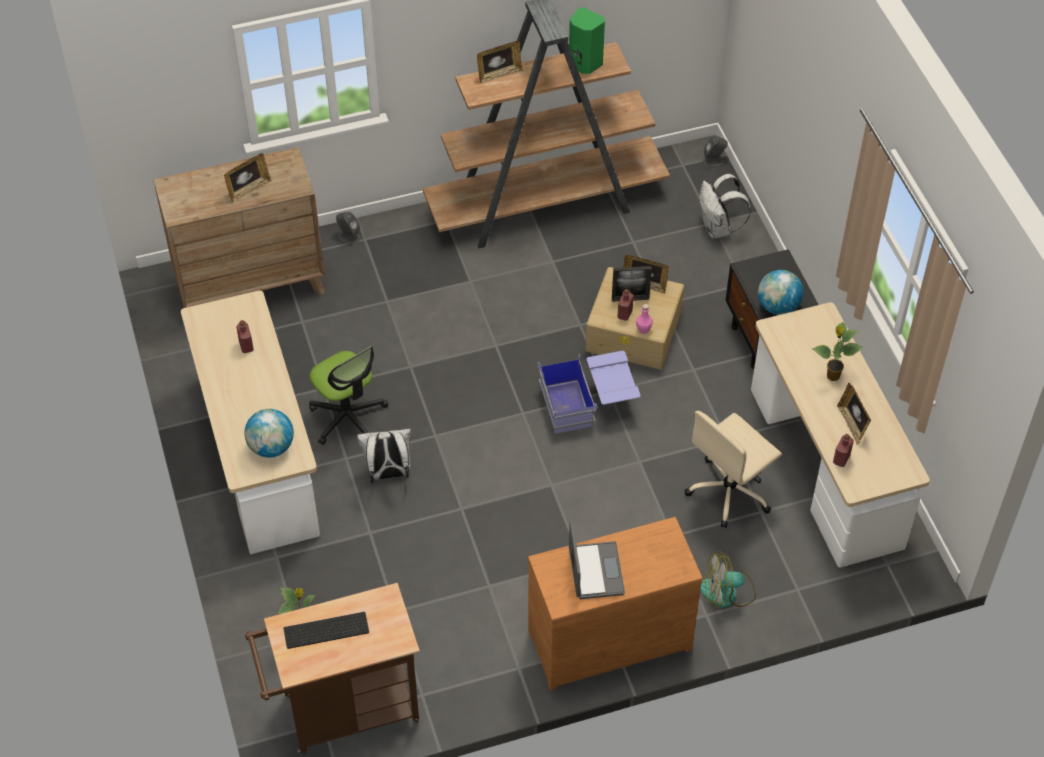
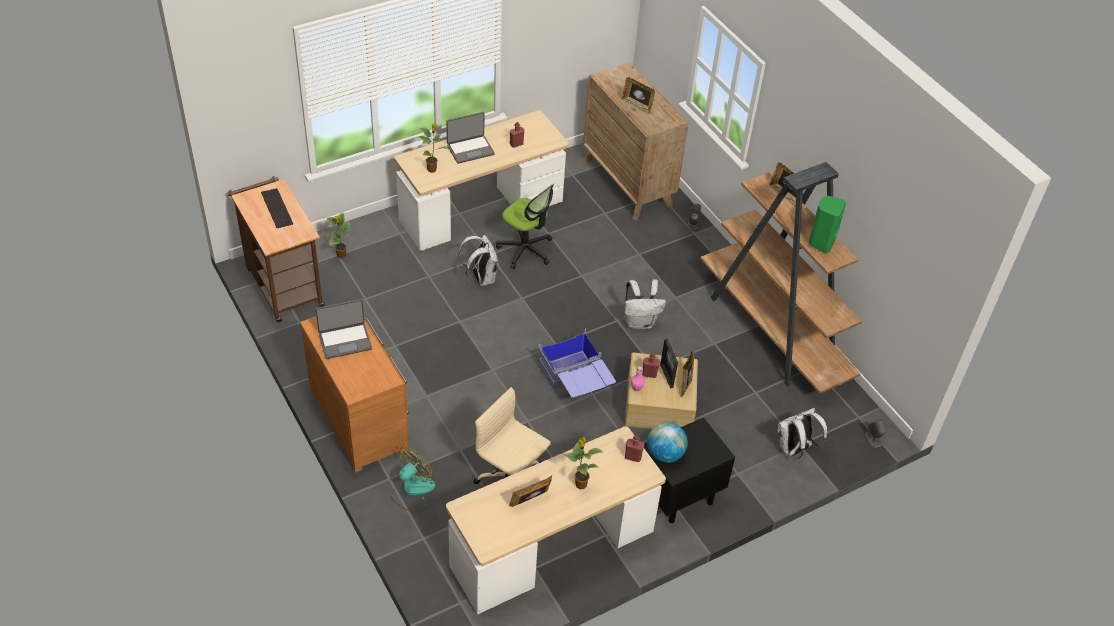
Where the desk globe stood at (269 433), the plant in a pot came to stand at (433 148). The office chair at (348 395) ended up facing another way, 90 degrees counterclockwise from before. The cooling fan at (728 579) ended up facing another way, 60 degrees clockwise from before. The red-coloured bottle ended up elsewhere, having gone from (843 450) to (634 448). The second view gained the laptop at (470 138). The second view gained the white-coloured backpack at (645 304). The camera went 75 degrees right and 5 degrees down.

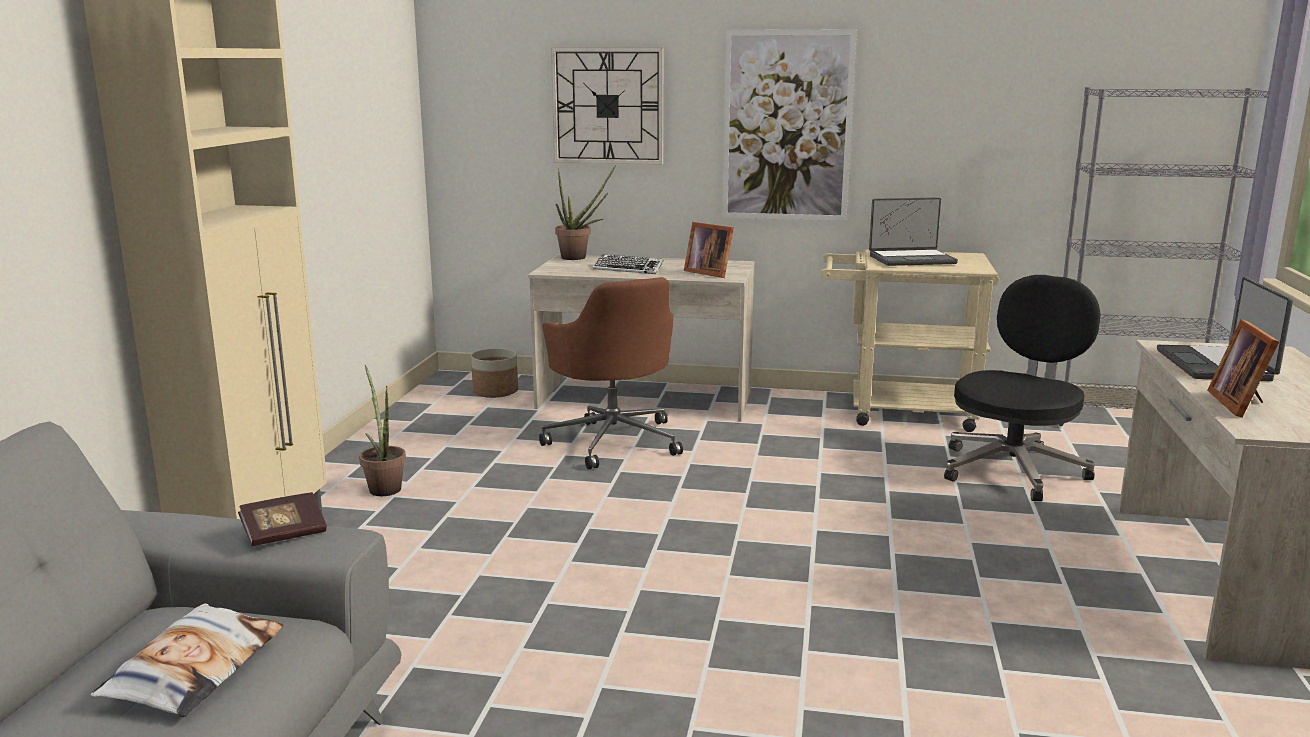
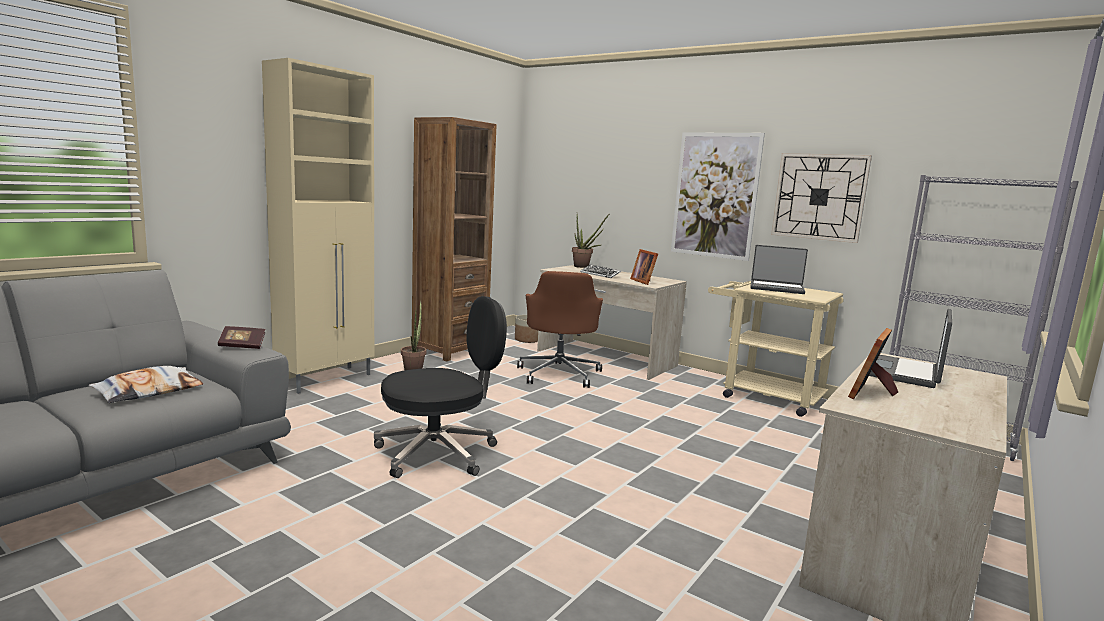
The hanging clock ended up elsewhere, having gone from (607 106) to (821 198). The black-coloured office chair ended up elsewhere, having gone from (1022 388) to (440 387). The second view gained the brown-coloured bookcase at (454 239). The camera went 25 degrees right and 5 degrees down.

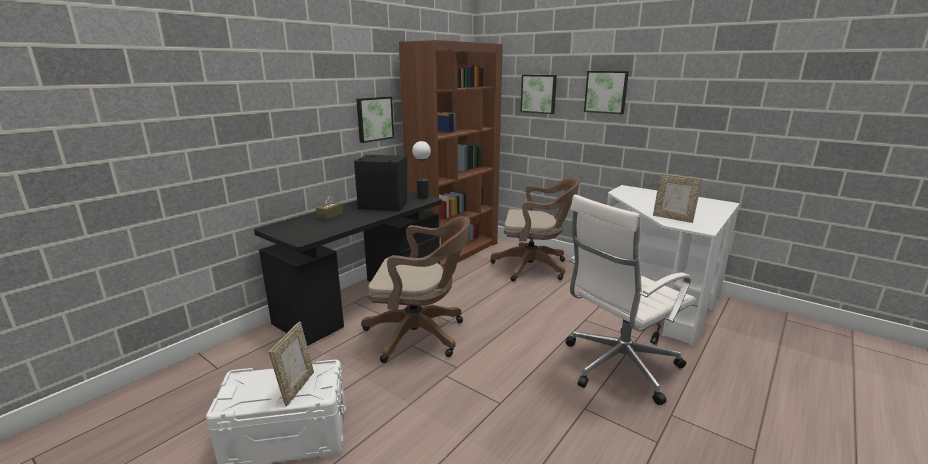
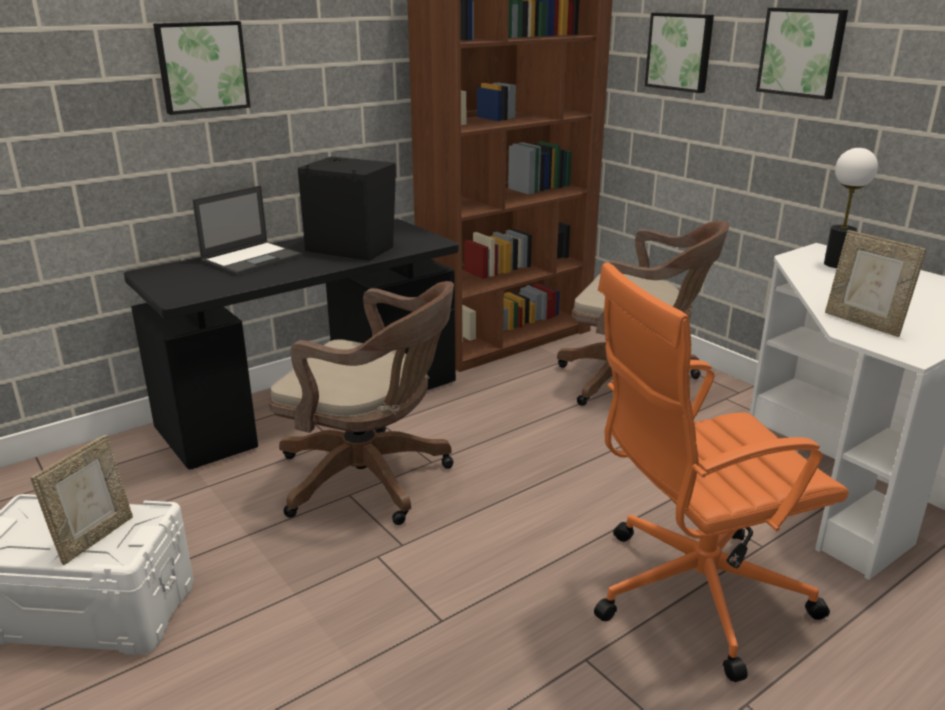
Where the brown-coloured tissue box stood at (329 208), the laptop came to stand at (247 230). The picture ended up elsewhere, having gone from (375 120) to (202 68). The table lamp ended up elsewhere, having gone from (421 170) to (851 208). What was the white-coloured office chair at (630 300) turned into the orangey office chair at (721 472). The camera went 15 degrees right and 5 degrees up.

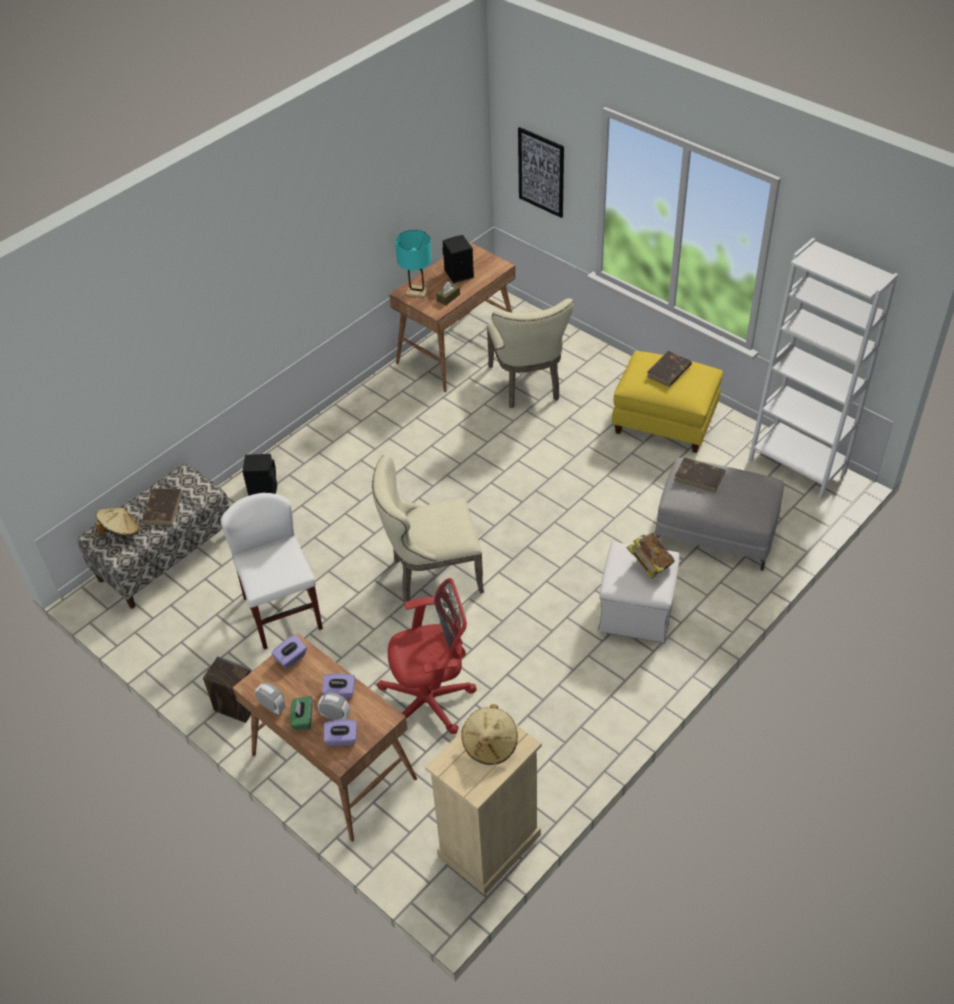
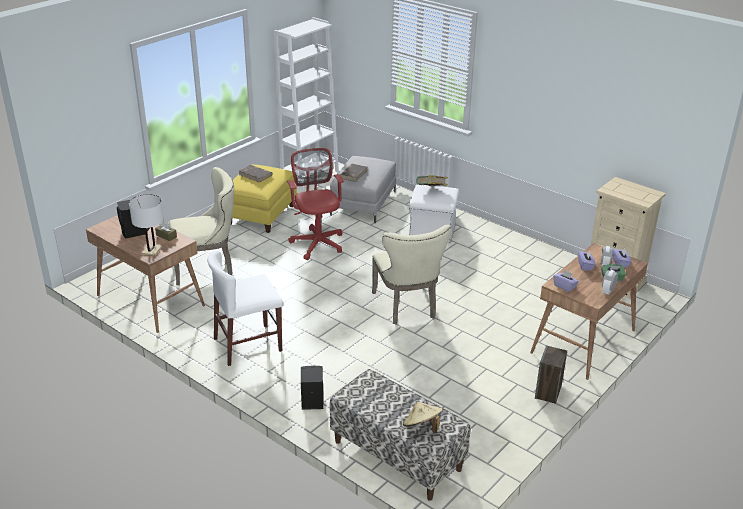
The second view lost the brown-coloured bound book at (161 506). The white-coloured upright chair ended up elsewhere, having gone from (272 571) to (245 308). The red-coloured office chair ended up elsewhere, having gone from (427 656) to (315 204). What was the turquoise-coloured table lamp at (413 264) turned into the white-coloured table lamp at (146 225). The second view lost the sand-coloured wearable hat at (489 734). The second view lost the picture at (541 172). The camera went 95 degrees left and 15 degrees down.

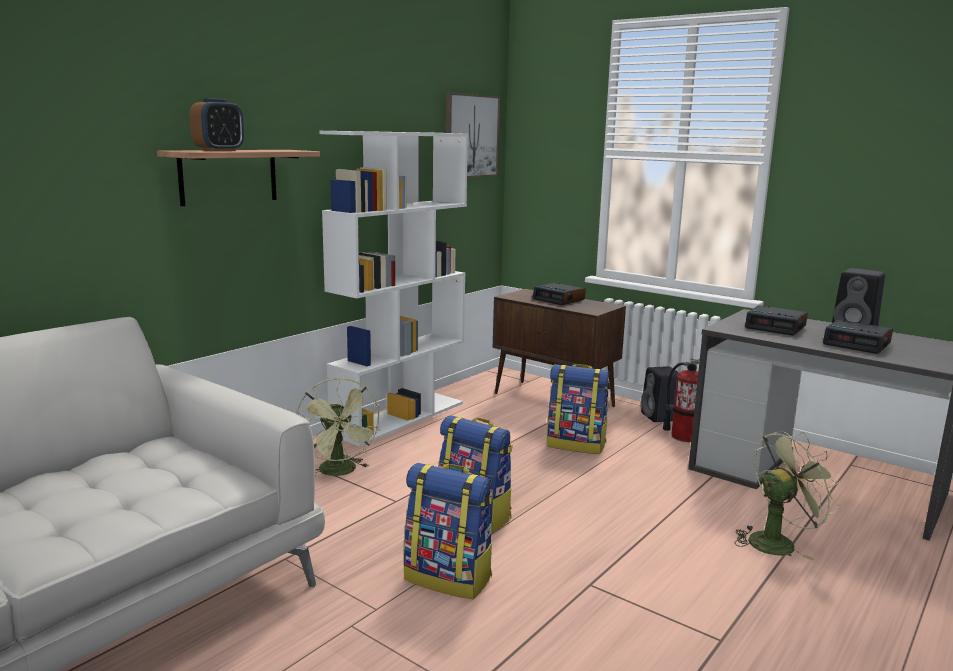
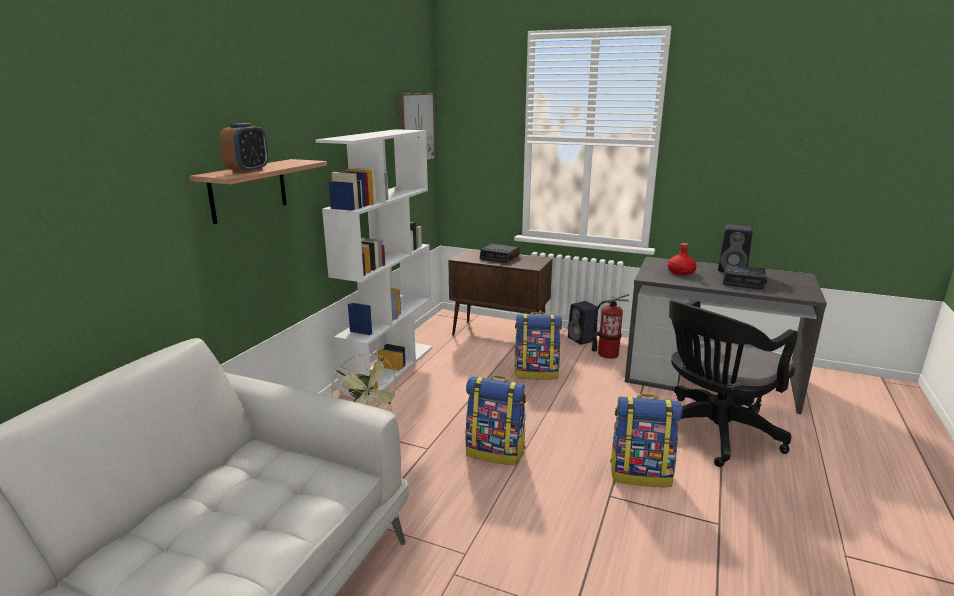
The backpack ended up elsewhere, having gone from (448 531) to (646 440). Where the green cooling fan stood at (787 496), the black-coloured office chair came to stand at (733 383). Where the table clock stood at (776 320), the red-coloured bottle came to stand at (682 259). The camera went 15 degrees left and 5 degrees up.

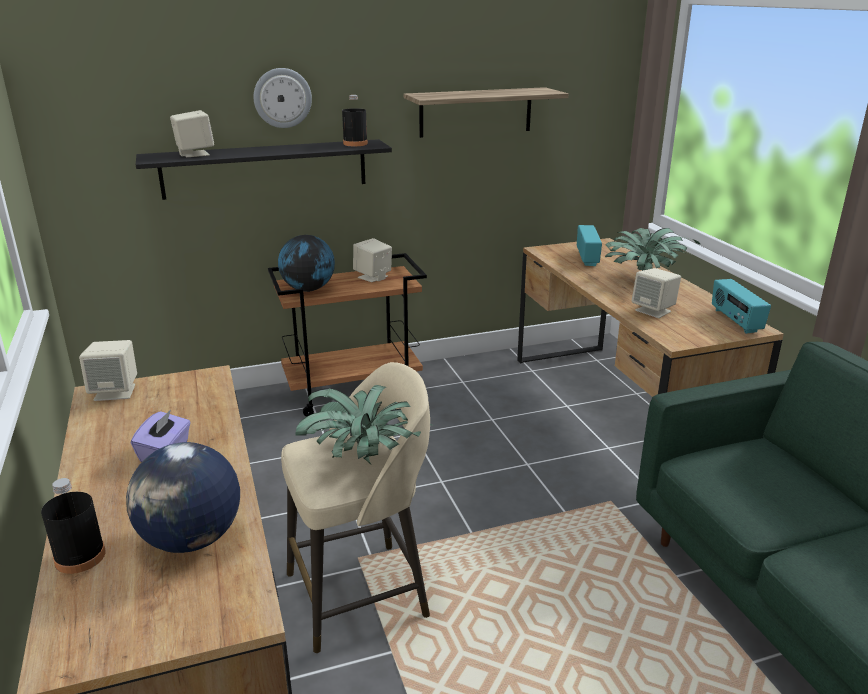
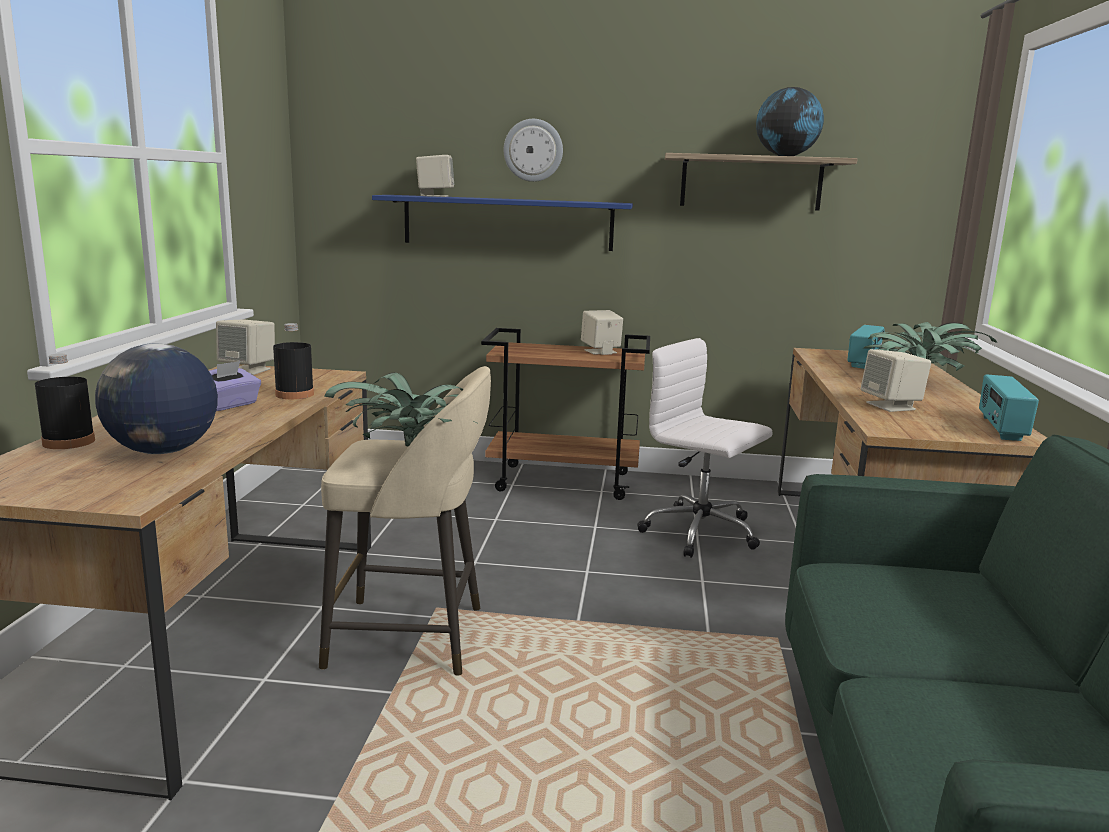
What was the black-coloured bracket shelf at (264 169) turned into the blue-coloured bracket shelf at (502 223). The desk globe ended up elsewhere, having gone from (306 263) to (790 121). The black-coloured bottle ended up elsewhere, having gone from (355 120) to (293 361). The second view gained the white-coloured office chair at (704 448). The camera went 25 degrees right and 10 degrees down.

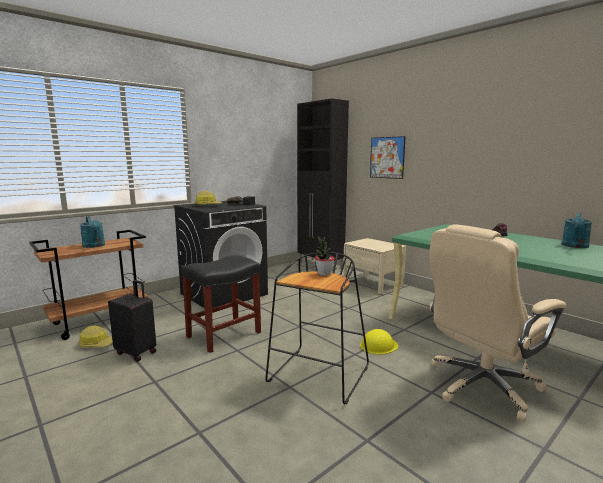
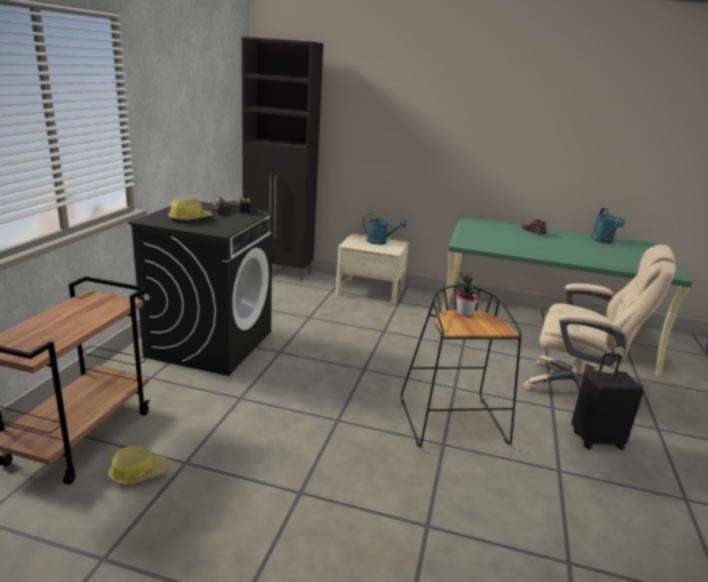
The turquoise-coloured watering can ended up elsewhere, having gone from (92 232) to (385 229). The black-coloured suitcase ended up elsewhere, having gone from (132 321) to (607 401). The second view lost the black-coloured sitting stool at (221 304). The second view lost the yellowish work helmet at (379 342). The second view lost the picture at (388 157). The sand-coloured office chair at (498 323) ended up facing another way, 90 degrees counterclockwise from before. The camera went 35 degrees left and 10 degrees up.

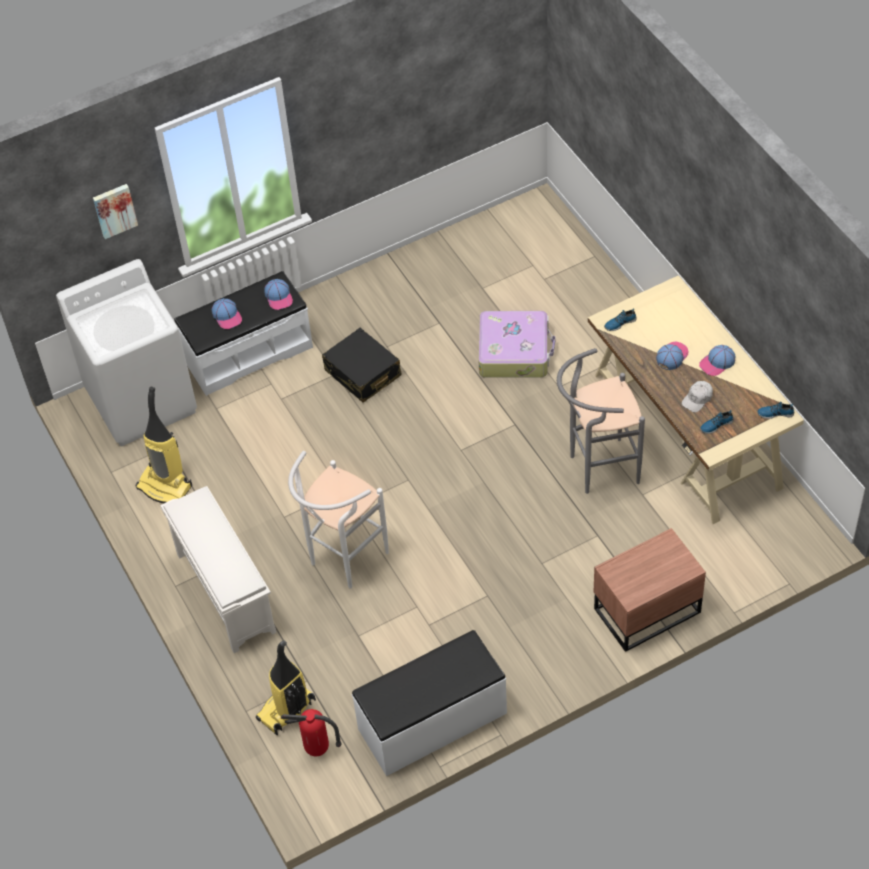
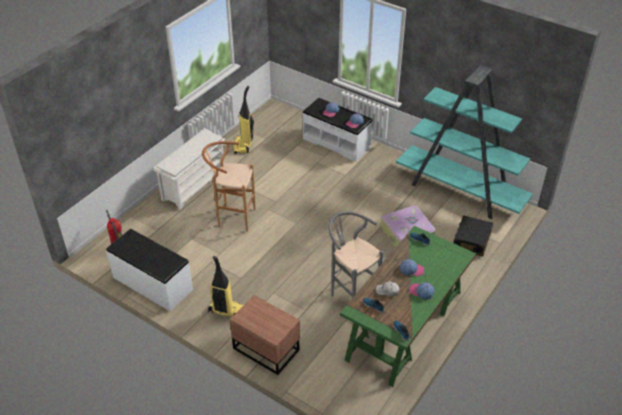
The second view lost the white-coloured laundry machine at (126 352). The second view lost the picture at (115 211). The vacuum cleaner ended up elsewhere, having gone from (286 688) to (225 286). What was the white-coloured sitting stool at (338 520) turned into the brown-coloured sitting stool at (228 186). The black-coloured suitcase ended up elsewhere, having gone from (362 365) to (473 236). What was the sand-coloured desk at (696 399) turned into the green desk at (408 306). The second view gained the turquoise-coloured bookcase at (464 142). The camera went 60 degrees right and 10 degrees down.

